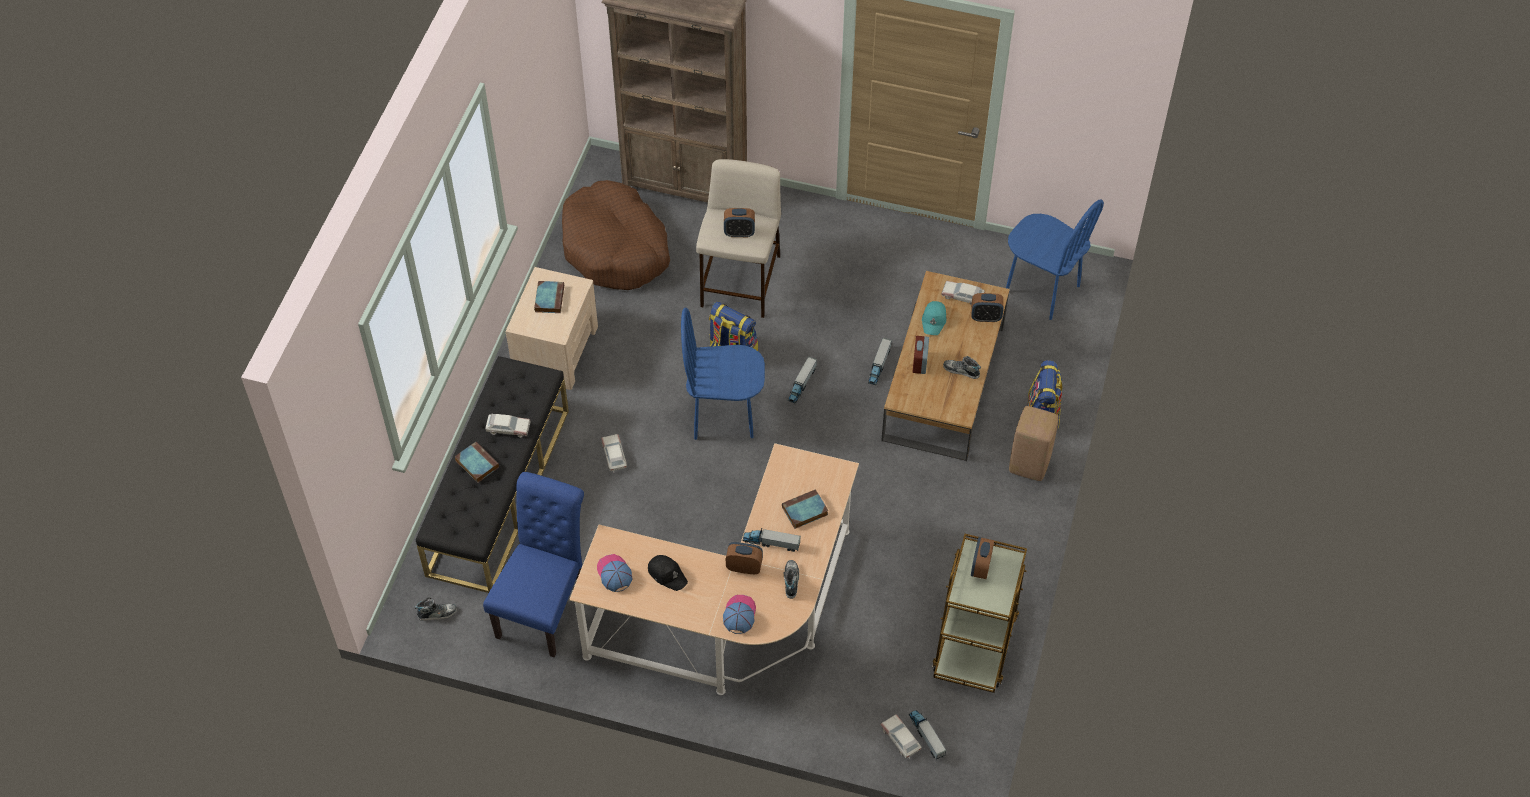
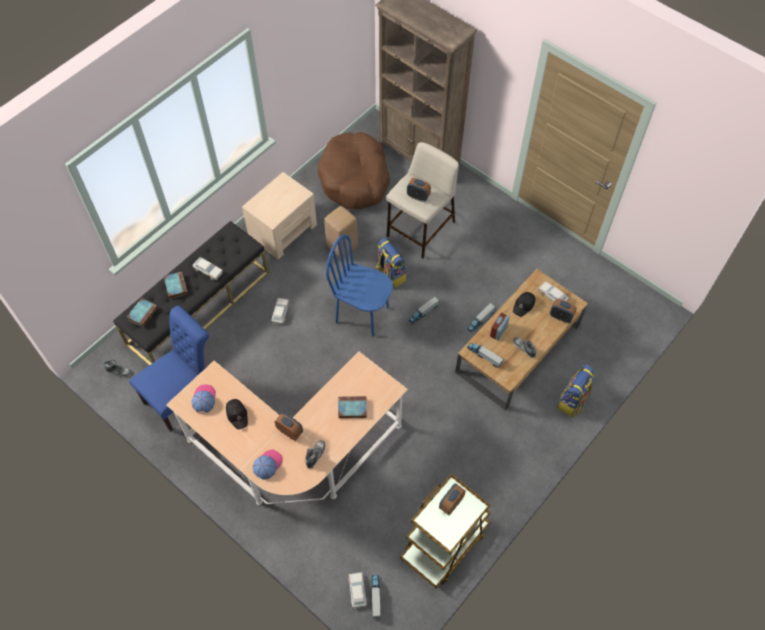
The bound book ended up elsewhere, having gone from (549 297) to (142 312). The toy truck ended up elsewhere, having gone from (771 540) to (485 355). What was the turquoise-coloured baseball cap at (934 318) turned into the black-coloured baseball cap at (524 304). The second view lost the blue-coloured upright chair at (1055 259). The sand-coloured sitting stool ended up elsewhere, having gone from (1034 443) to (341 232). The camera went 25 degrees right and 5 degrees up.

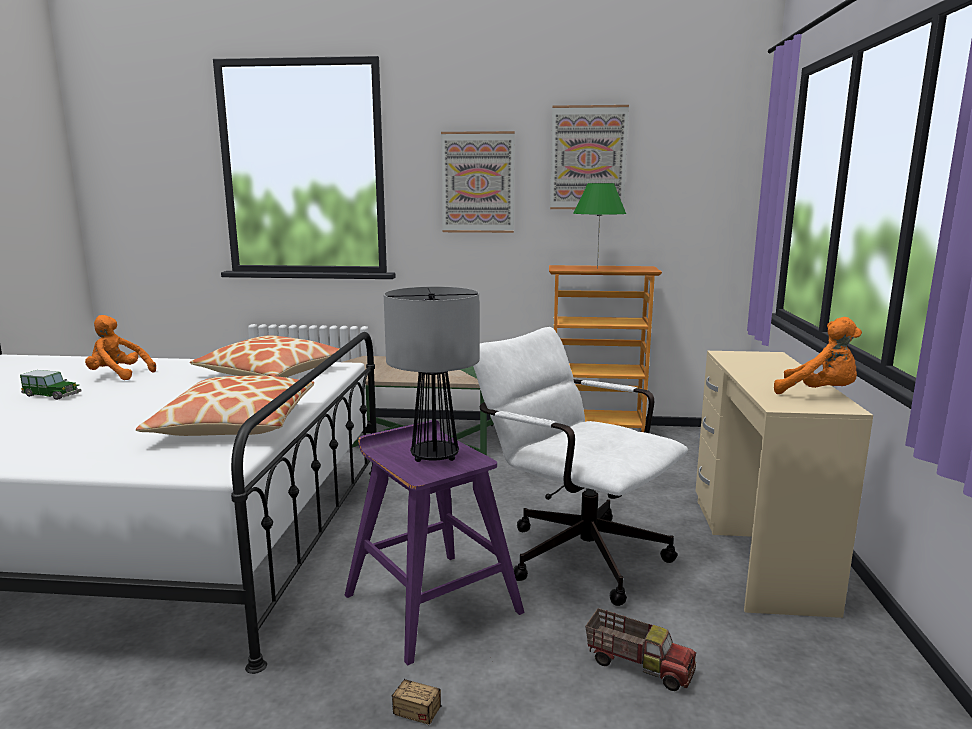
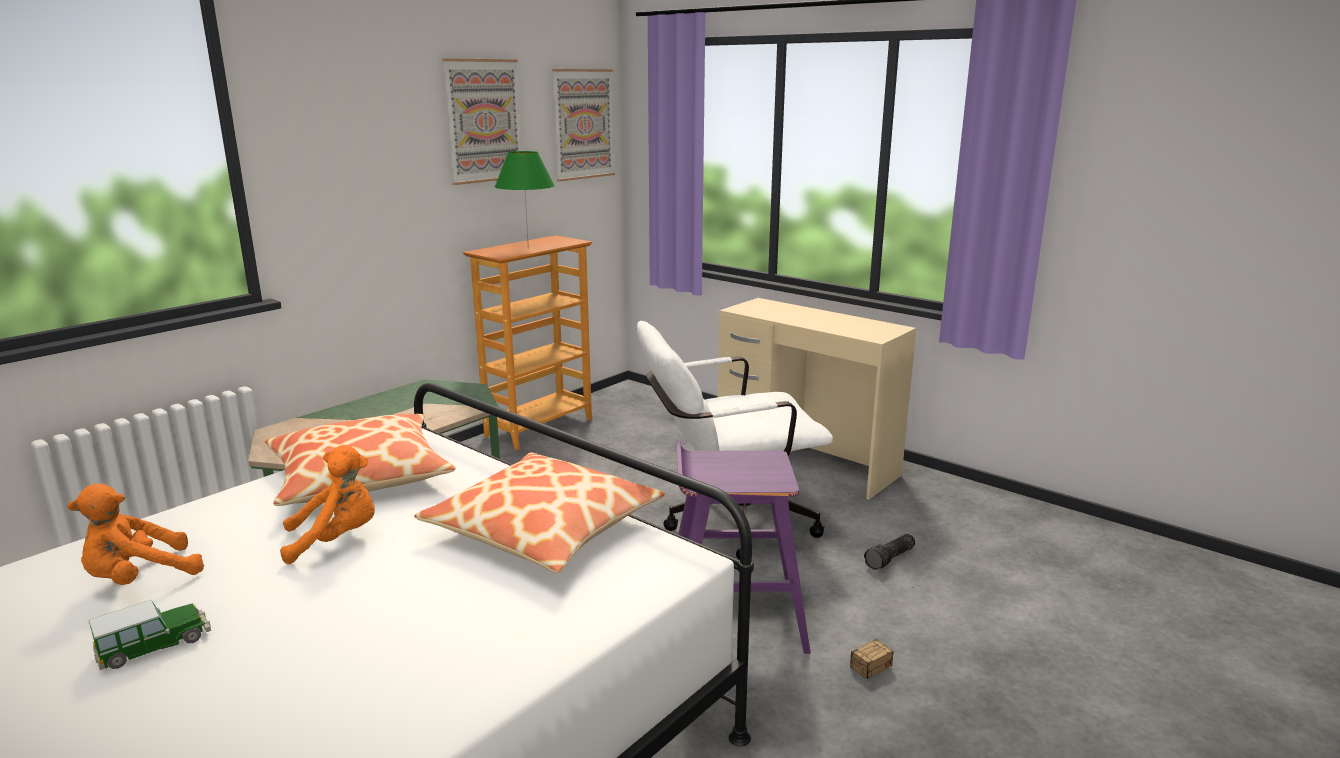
The second view lost the table lamp at (432 374). The picture ended up elsewhere, having gone from (478 182) to (583 125). Where the toy truck stood at (641 649), the flashlight came to stand at (889 552). The orangey soft toy ended up elsewhere, having gone from (818 355) to (327 504). The camera went 55 degrees left and 5 degrees up.

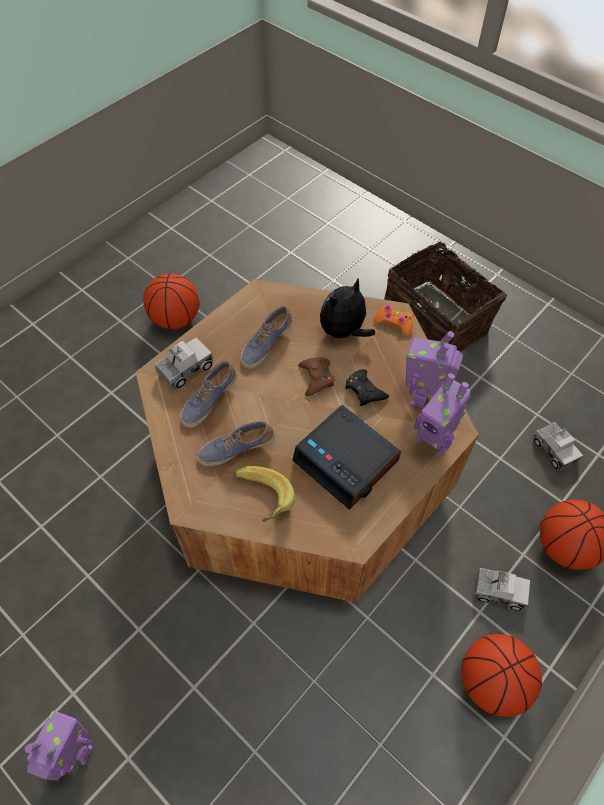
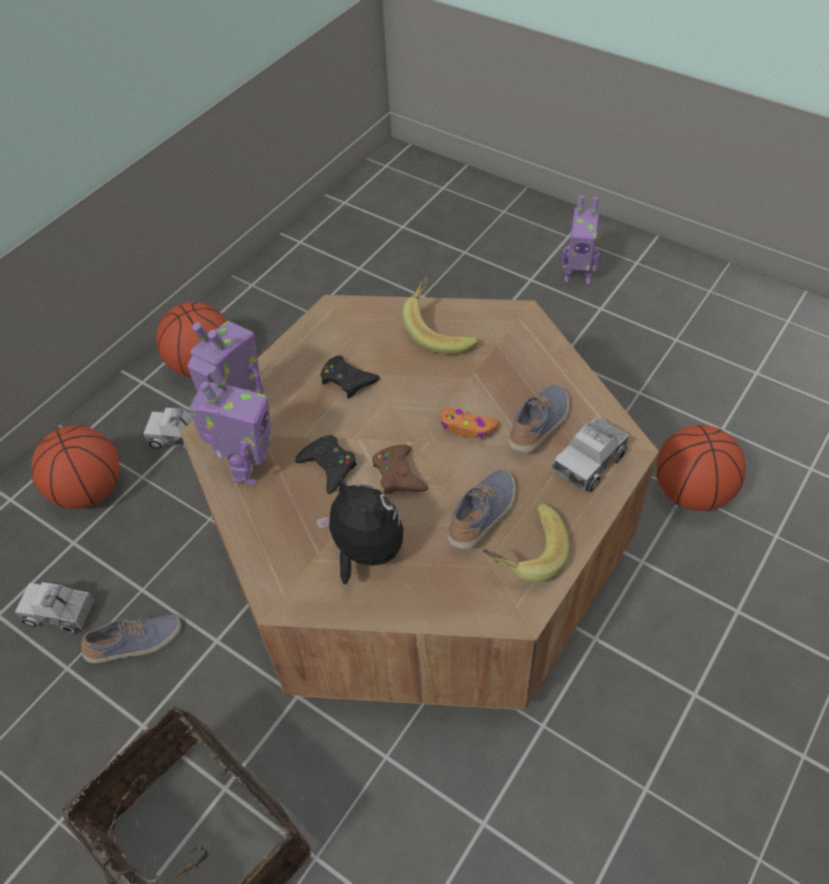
The basketball ended up elsewhere, having gone from (171 301) to (701 468). The item of footwear ended up elsewhere, having gone from (236 443) to (131 639). Where the table clock stood at (346 457), the black-coloured game controller came to stand at (350 377). The soft toy at (347 309) ended up facing another way, 90 degrees counterclockwise from before. The orangey game controller ended up elsewhere, having gone from (393 320) to (470 423). The toy truck at (558 446) ended up facing another way, 45 degrees counterclockwise from before. The second view gained the whole banana at (526 543). The camera went 175 degrees right and 5 degrees down.

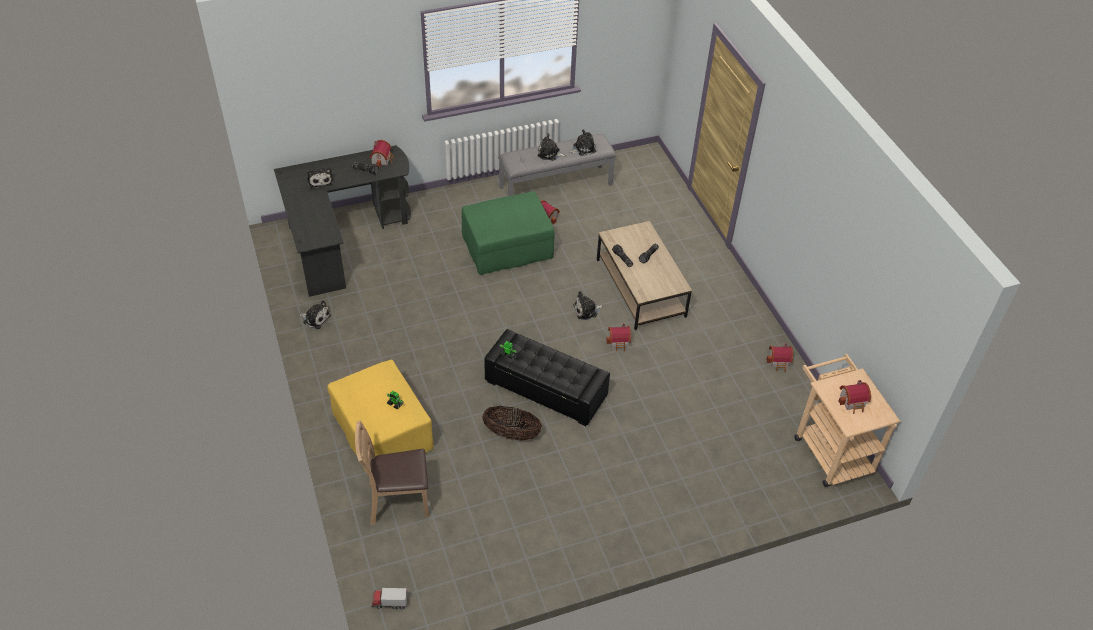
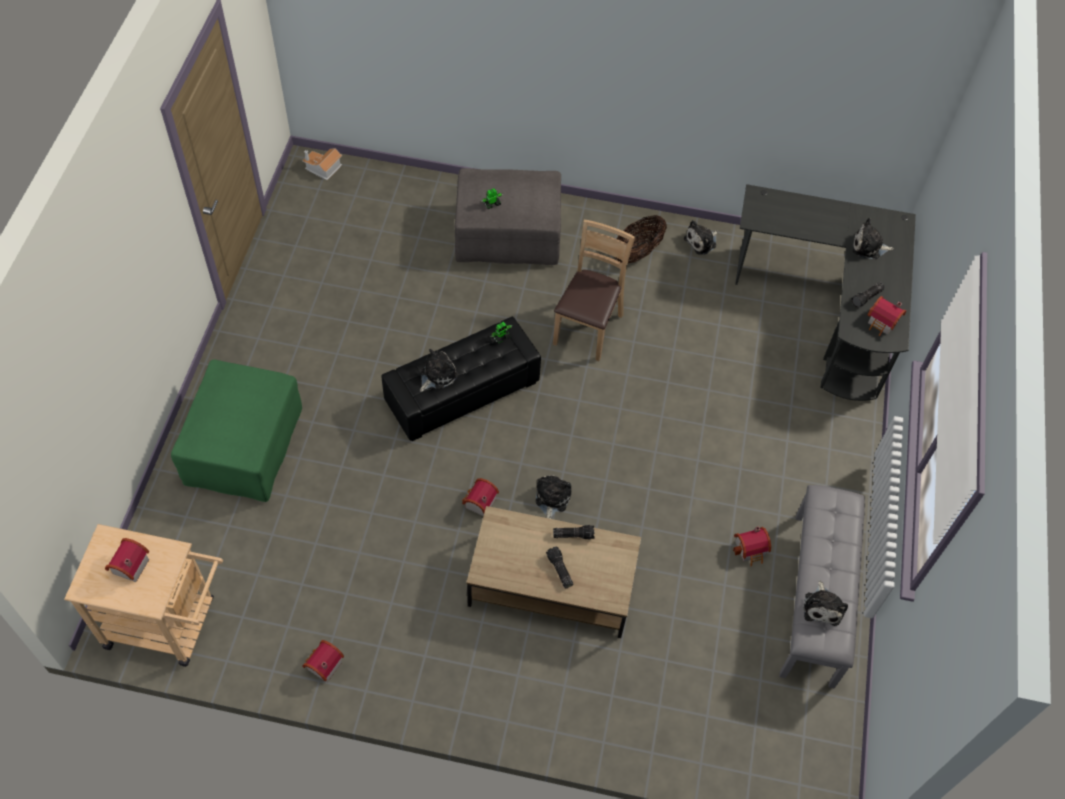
What was the yellowish footrest at (380 416) turned into the grey footrest at (508 216). The brown-coloured upright chair ended up elsewhere, having gone from (392 473) to (594 290). Where the toy truck stood at (390 598), the toy house came to stand at (322 164). The green footrest ended up elsewhere, having gone from (508 233) to (236 430). The storage basket ended up elsewhere, having gone from (512 423) to (641 239). The soft toy ended up elsewhere, having gone from (552 147) to (439 370). The camera went 120 degrees right and 10 degrees up.

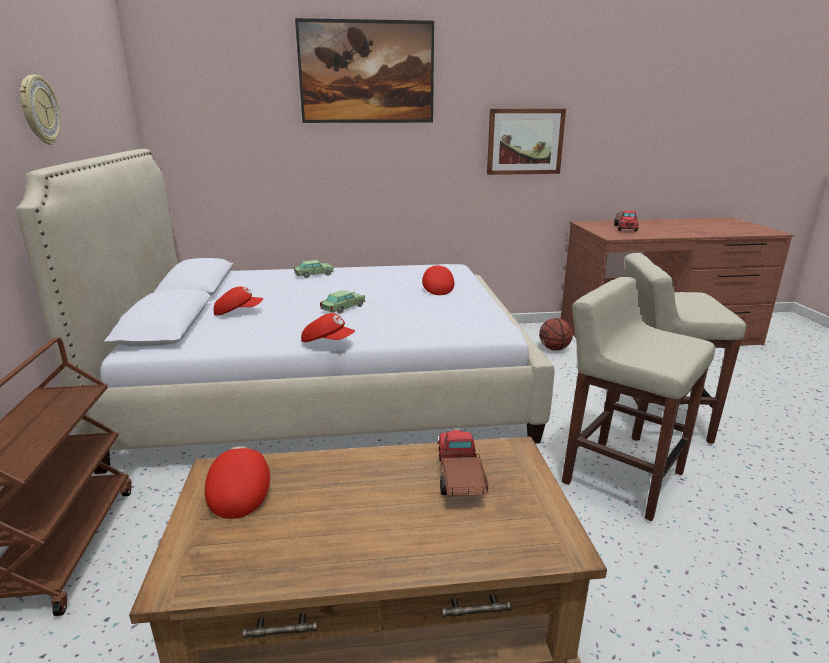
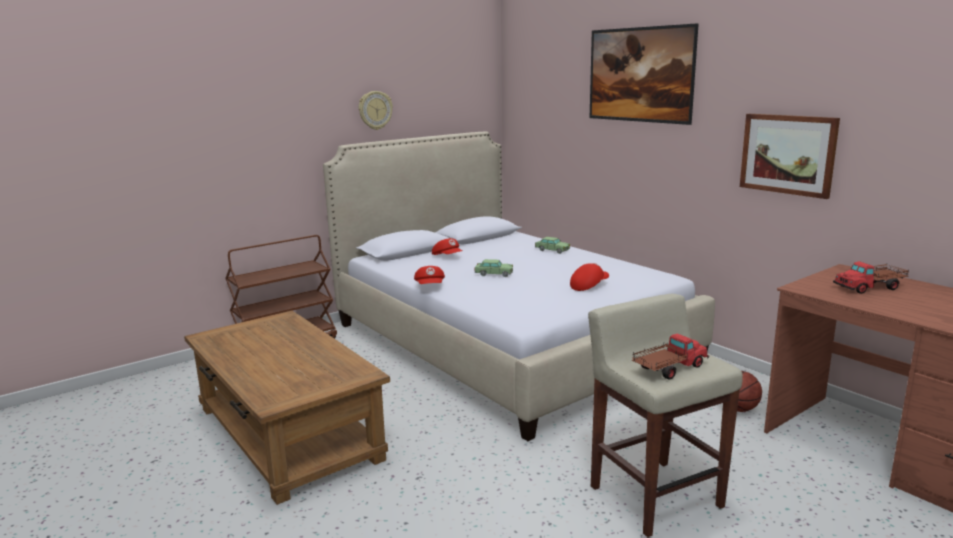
The second view lost the red-coloured baseball cap at (237 482). The toy truck ended up elsewhere, having gone from (463 463) to (670 356). The second view lost the sand-coloured sitting stool at (638 399). The camera went 60 degrees right and 5 degrees down.

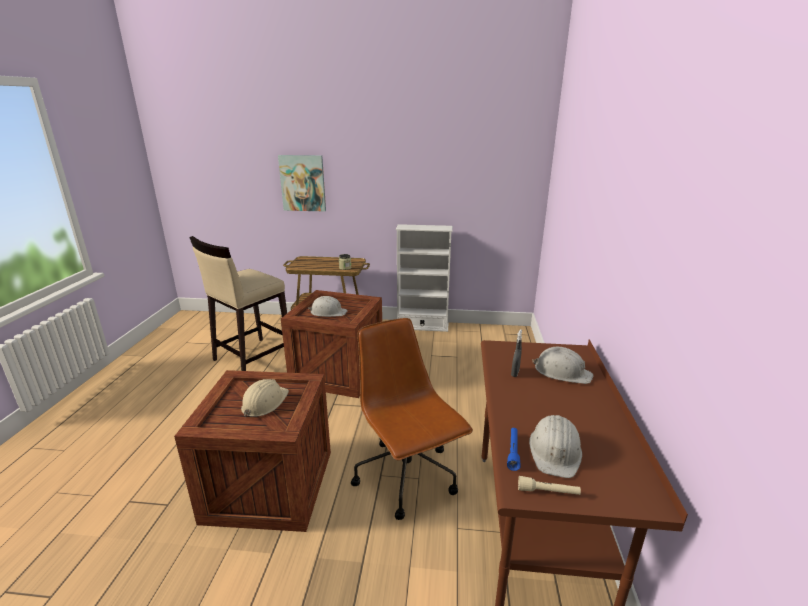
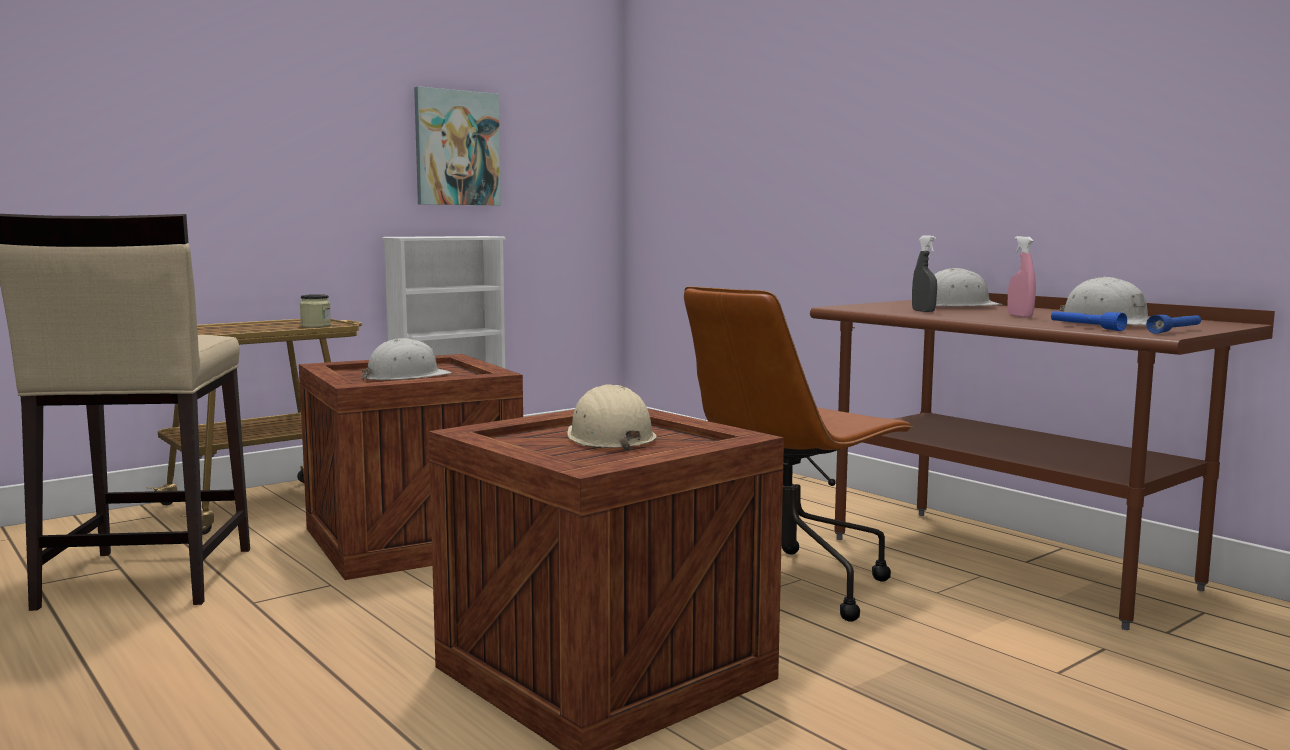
The picture ended up elsewhere, having gone from (302 183) to (457 145). The brown-coloured office chair at (412 419) ended up facing another way, 60 degrees counterclockwise from before. What was the sand-coloured flashlight at (549 485) turned into the blue-coloured flashlight at (1173 324). The second view gained the pink-coloured sprayer at (1021 277). The camera went 45 degrees left and 15 degrees down.

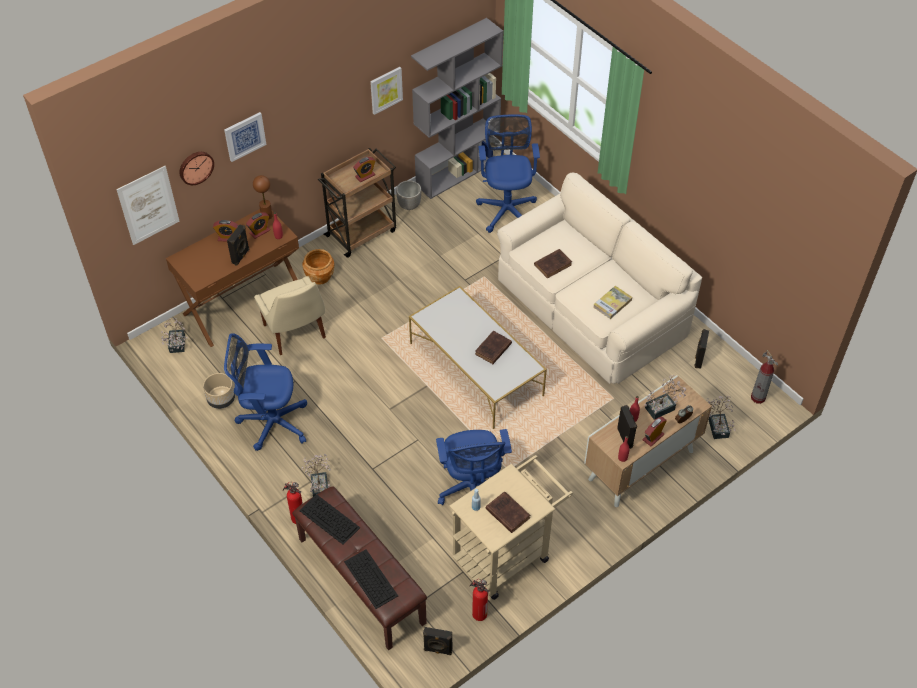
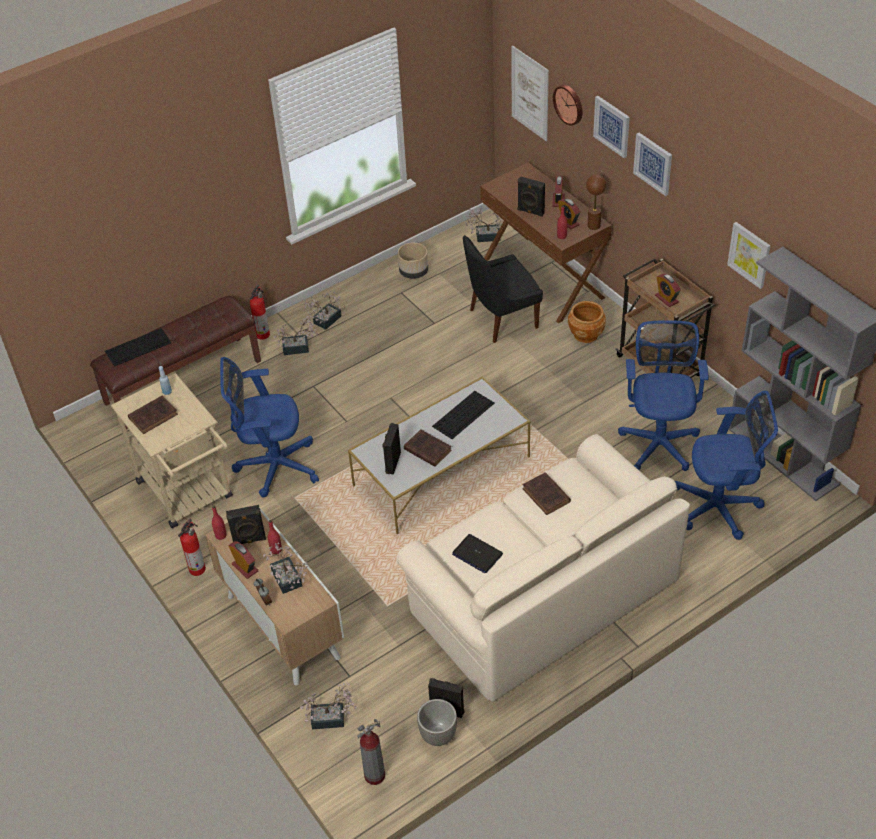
The blue-coloured office chair ended up elsewhere, having gone from (265 392) to (663 395). What was the sand-coloured upright chair at (290 315) turned into the black-coloured upright chair at (503 289). The PC keyboard ended up elsewhere, having gone from (329 519) to (463 415). The planter ended up elsewhere, having gone from (408 195) to (437 722). The black-coloured audio speaker ended up elsewhere, having gone from (437 641) to (391 449). The fire extinguisher ended up elsewhere, having gone from (479 600) to (192 547). Where the bound book stood at (612 302), the laptop came to stand at (477 553). The second view gained the plant in a pot at (323 310). The second view gained the picture at (652 164). The camera went 95 degrees right and 5 degrees down.

